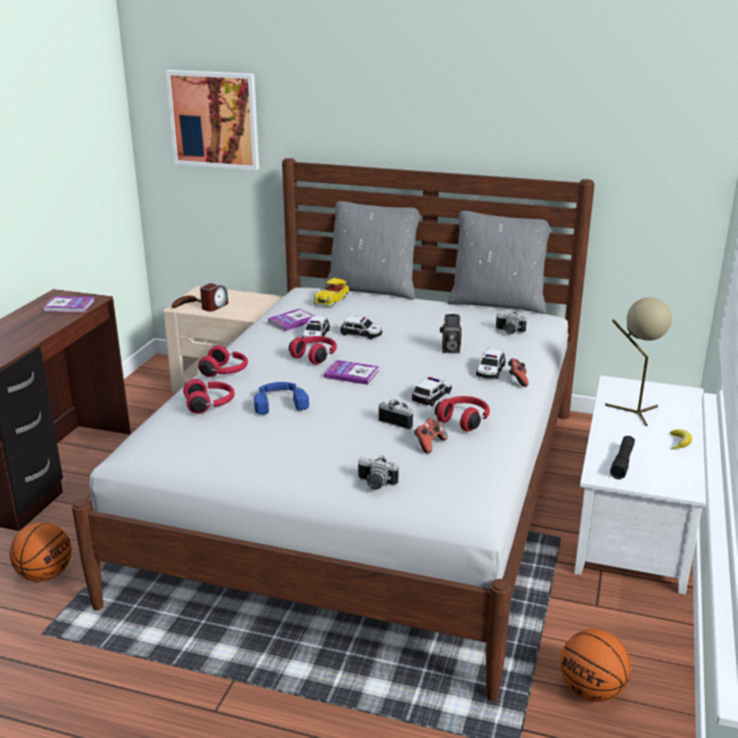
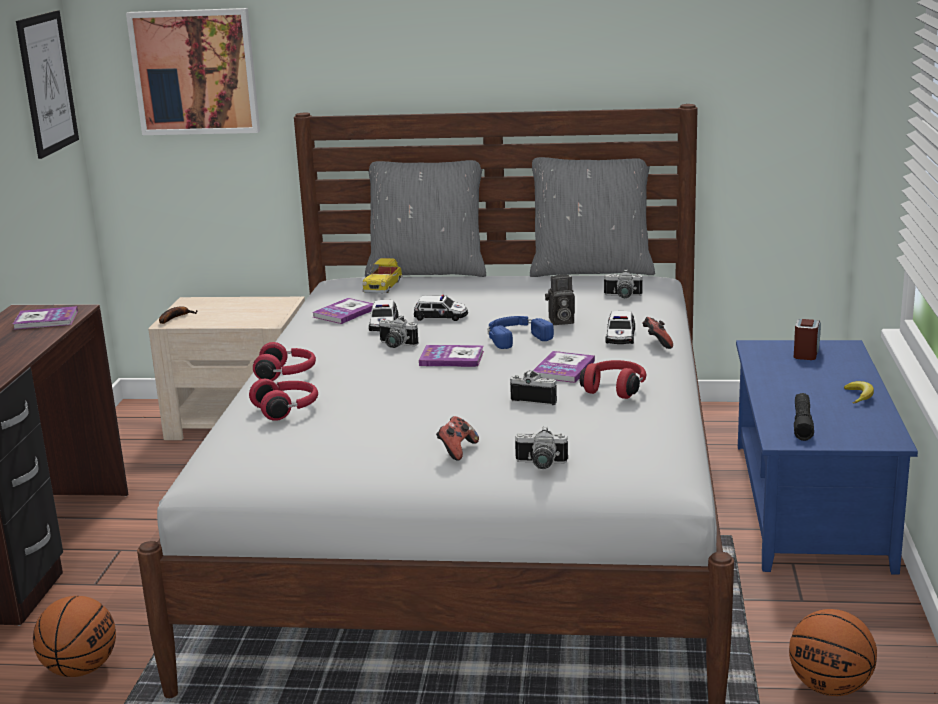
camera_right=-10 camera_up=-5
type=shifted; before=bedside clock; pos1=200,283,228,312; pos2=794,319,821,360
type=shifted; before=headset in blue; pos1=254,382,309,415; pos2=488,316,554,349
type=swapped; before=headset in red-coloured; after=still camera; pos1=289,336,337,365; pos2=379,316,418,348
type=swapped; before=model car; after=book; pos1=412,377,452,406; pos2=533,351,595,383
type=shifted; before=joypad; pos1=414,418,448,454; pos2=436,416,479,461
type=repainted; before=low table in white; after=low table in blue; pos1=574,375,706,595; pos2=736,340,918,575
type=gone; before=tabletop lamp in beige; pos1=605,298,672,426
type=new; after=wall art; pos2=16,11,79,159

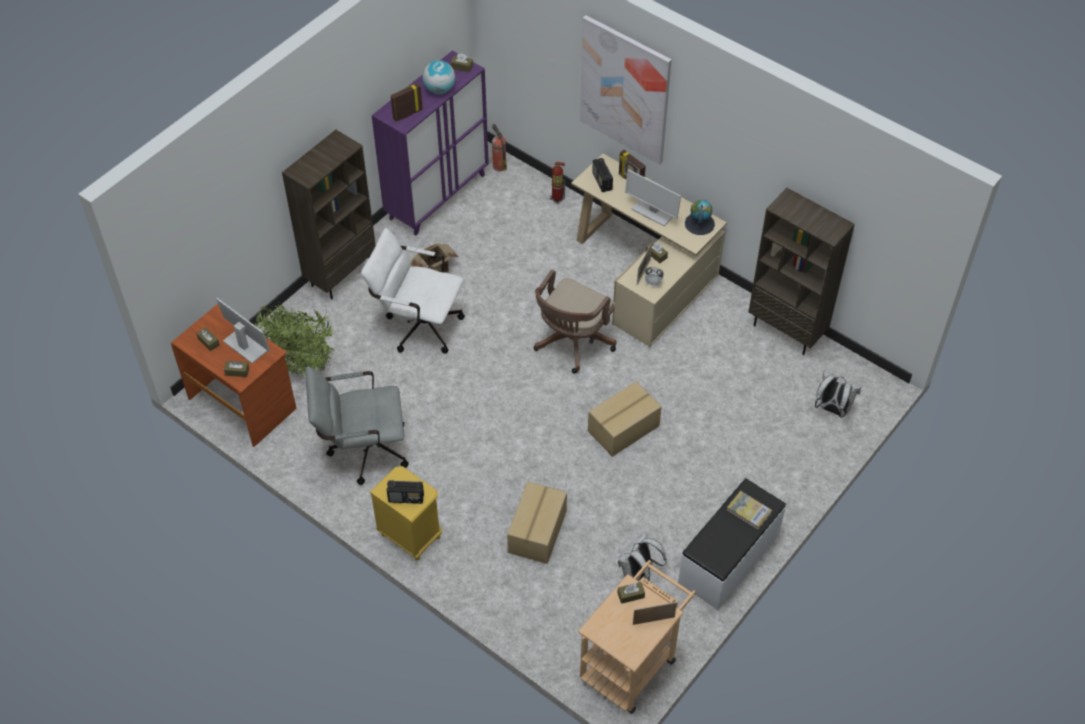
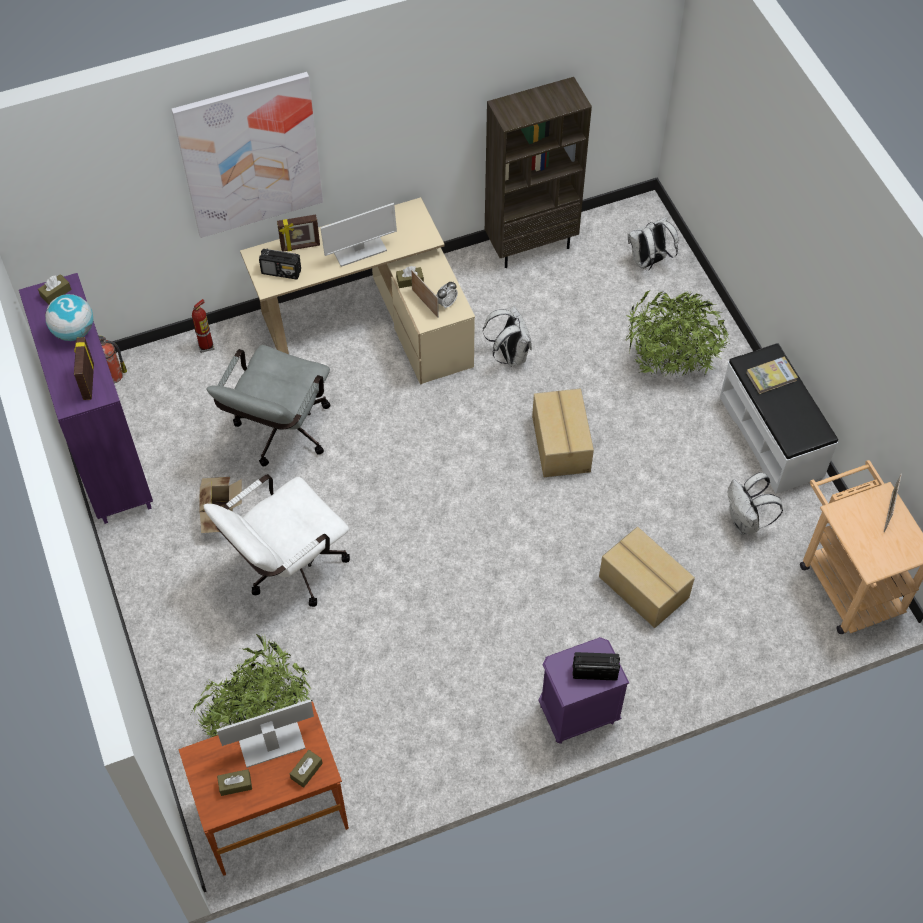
camera_right=-60 camera_up=5
type=gone; before=shelving unit in brownish; pos1=282,130,376,300
type=shifted; before=computer chair in greyish; pos1=306,366,409,485; pos2=206,345,331,466
type=repainted; before=night table in yellowish; after=night table in purple; pos1=370,466,442,560; pos2=538,637,629,744
type=rotated; before=radio set; pos1=387,480,424,504; pos2=573,652,620,680; turn=-120
type=gone; before=computer chair in brownish; pos1=534,270,616,374
type=gone; before=box of tissues in brownish; pos1=617,582,645,604
type=gone; before=globe; pos1=685,200,715,235
type=new; after=rucksack in white; pos2=483,306,532,367
type=new; after=houseplant; pos2=625,289,730,377

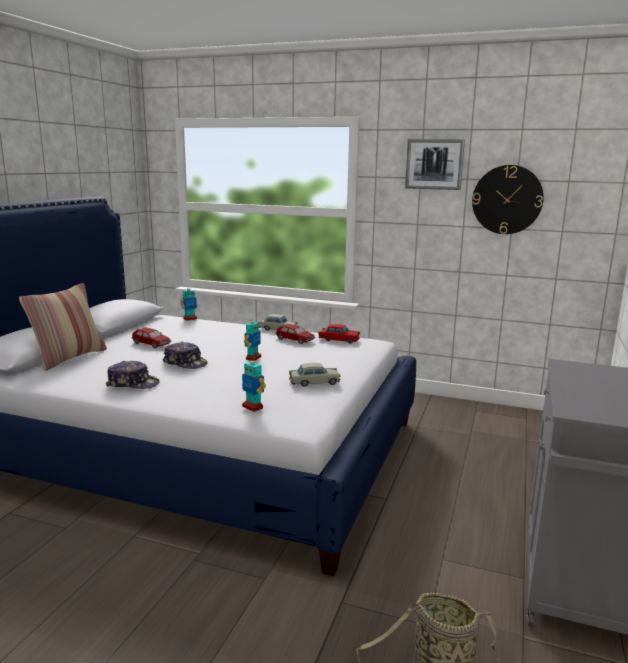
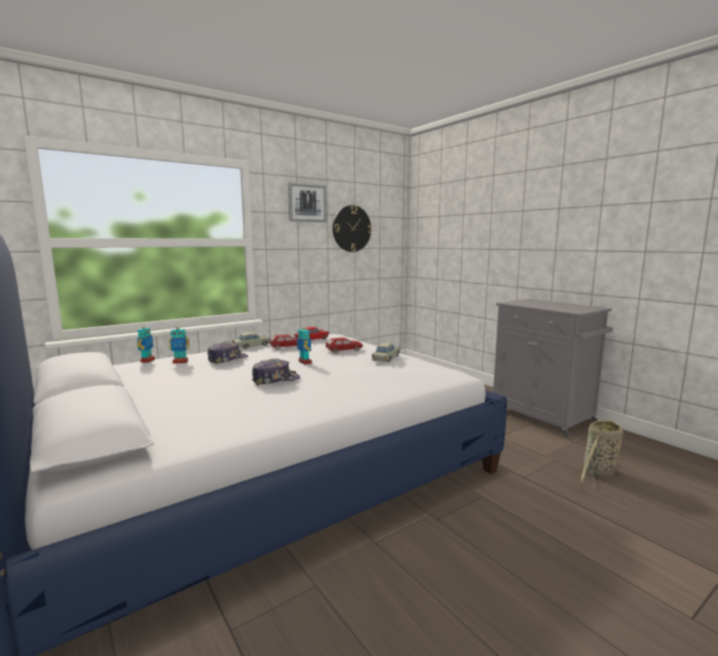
camera_right=-55 camera_up=-5
type=gone; before=pillow; pos1=19,283,107,371
type=shifted; before=baseball cap; pos1=106,361,160,389; pos2=208,342,248,364
type=shifted; before=model car; pos1=131,327,172,348; pos2=325,337,363,353
type=shifted; before=robot figure; pos1=242,356,266,412; pos2=169,323,190,364

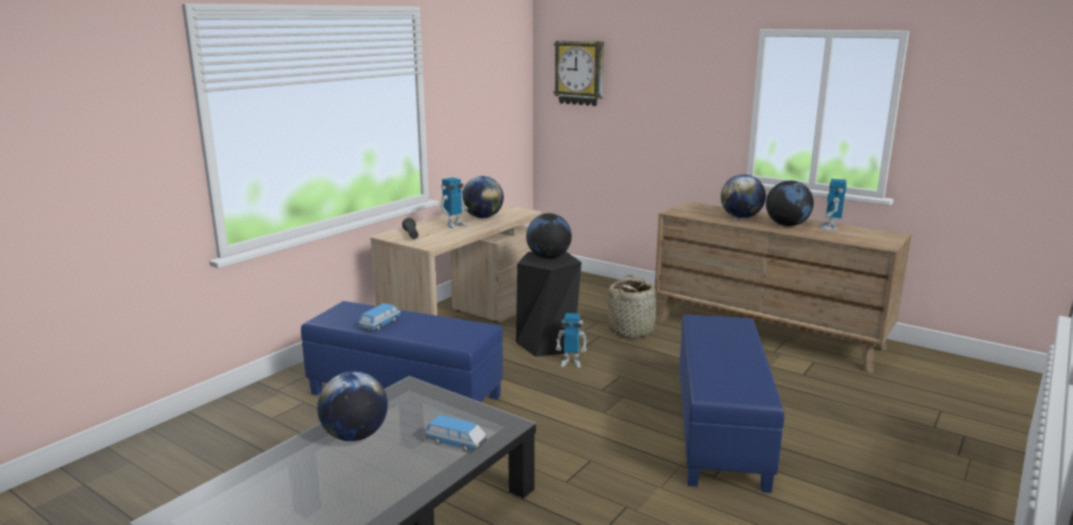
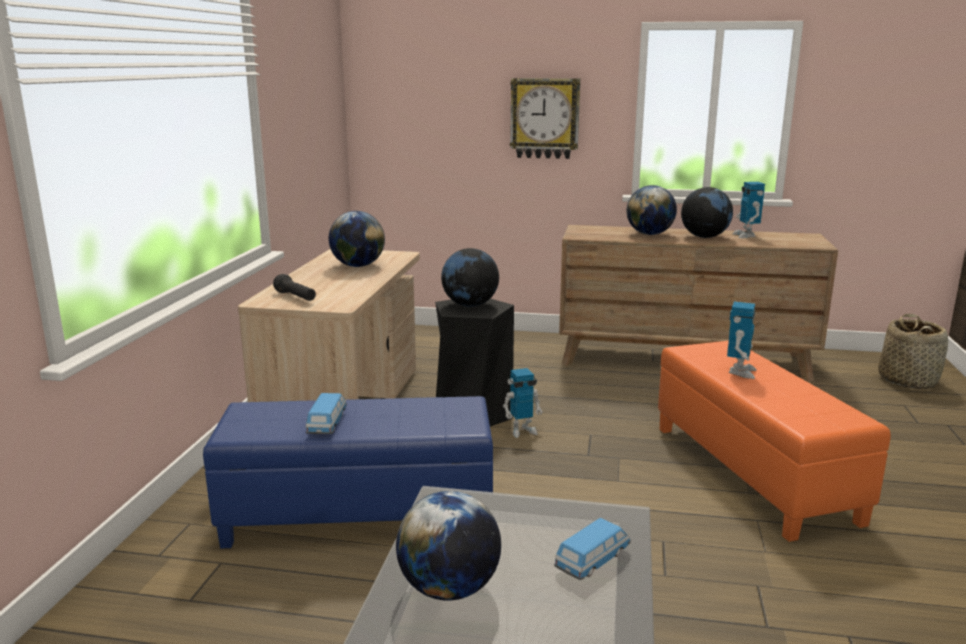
camera_right=-25 camera_up=0
type=rotated; before=model car; pos1=425,415,487,452; pos2=554,518,631,580; turn=-45
type=shifted; before=robot figure; pos1=440,177,468,229; pos2=727,301,757,379
type=shifted; before=wall clock; pos1=553,41,604,106; pos2=510,78,580,159
type=shifted; before=household basket; pos1=608,275,657,339; pos2=878,314,948,389
type=repainted; before=pouffe in blue; after=pouffe in orange-coloured; pos1=679,315,784,493; pos2=658,341,891,542

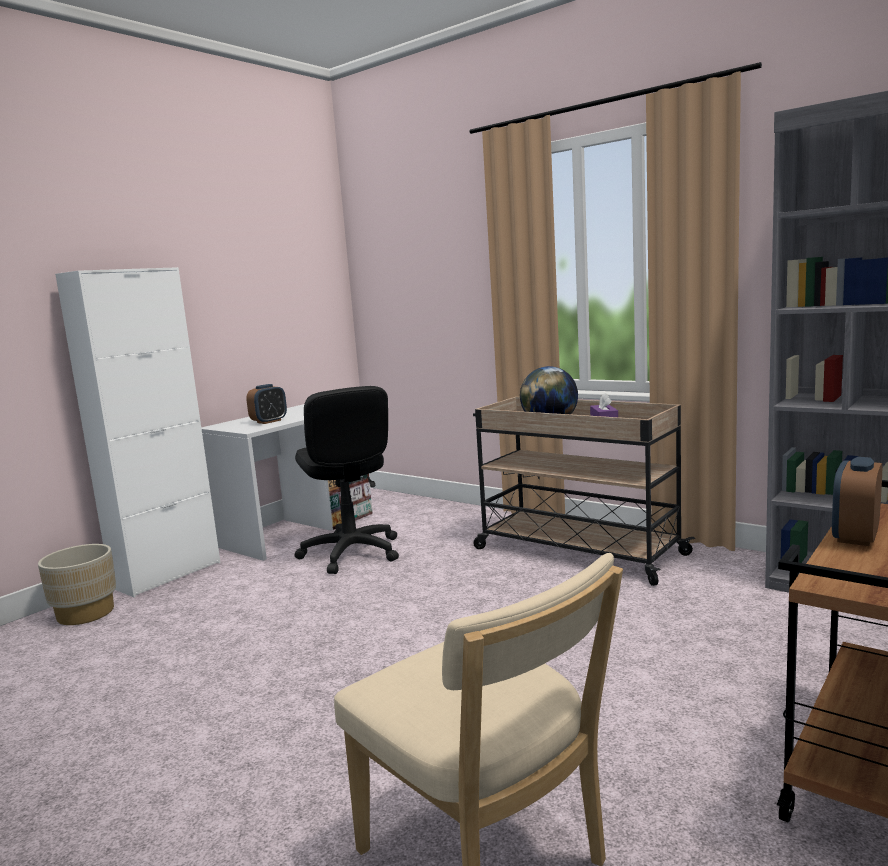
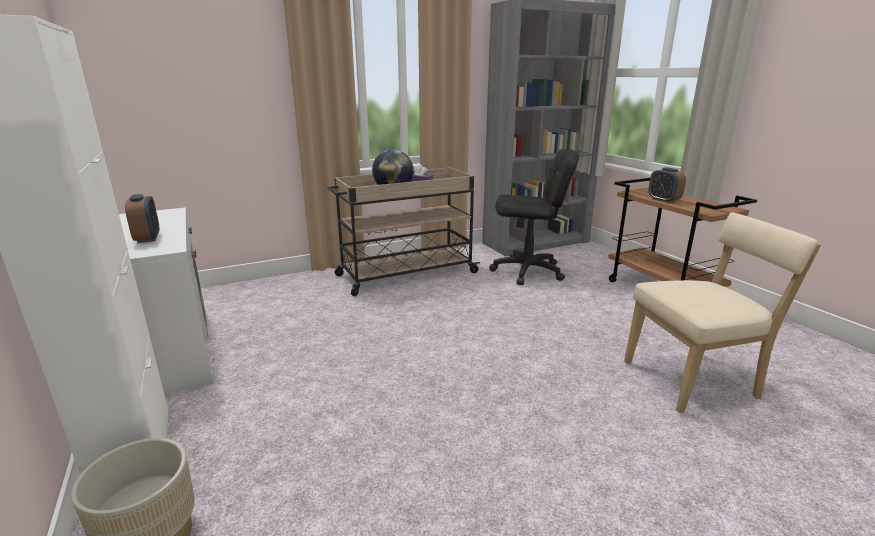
camera_right=-65 camera_up=10
type=shifted; before=computer chair in black-coloured; pos1=295,386,399,574; pos2=489,149,579,285

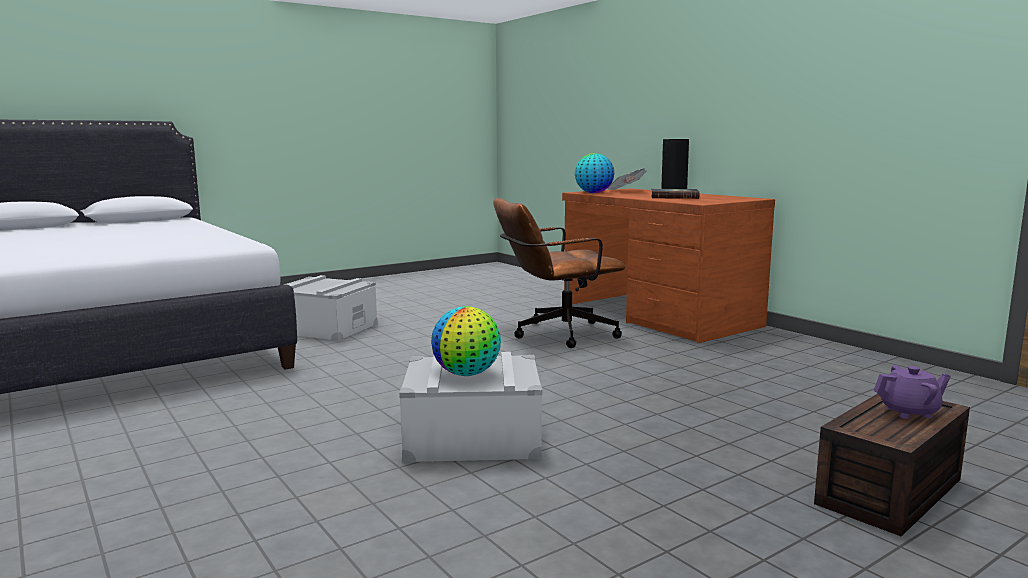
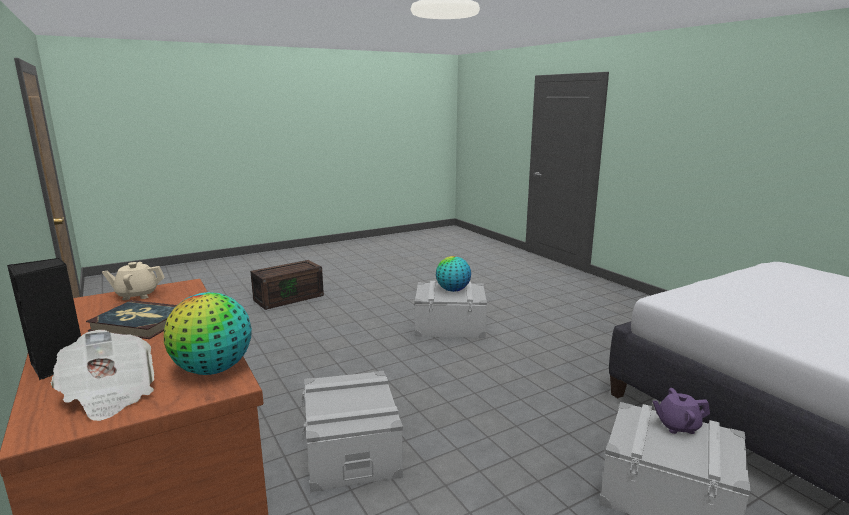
camera_right=-175 camera_up=5
type=swapped; before=computer chair in brownish; after=storage bin in greyish; pos1=493,198,626,348; pos2=302,371,403,493
type=shifted; before=teapot in purple; pos1=874,365,951,419; pos2=653,388,710,434
type=new; after=teapot in beige; pos2=102,262,165,300

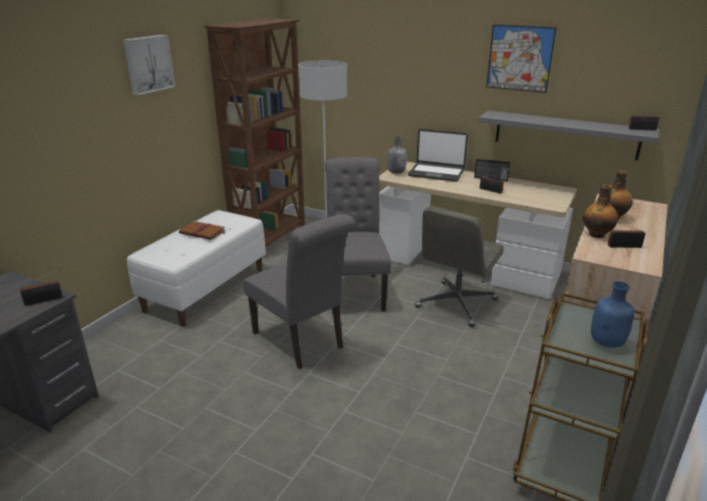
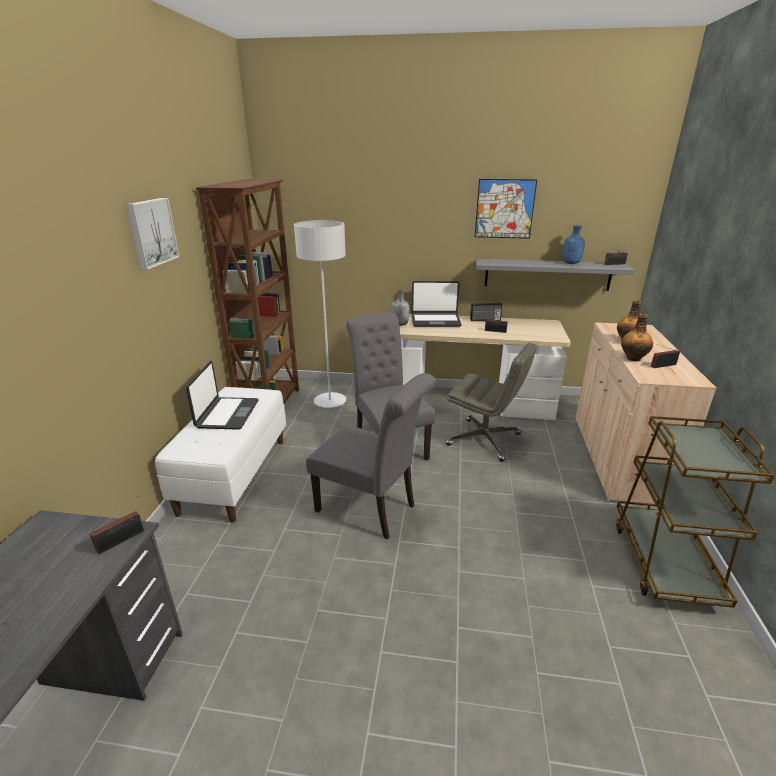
camera_right=-20 camera_up=0
type=swapped; before=book in brownish; after=portable computer; pos1=179,221,226,240; pos2=186,361,259,430
type=rotated; before=computer chair in greyish; pos1=415,206,504,327; pos2=446,343,537,462; turn=-75
type=shifted; before=beverage bottle in blue; pos1=591,281,634,348; pos2=562,225,585,264

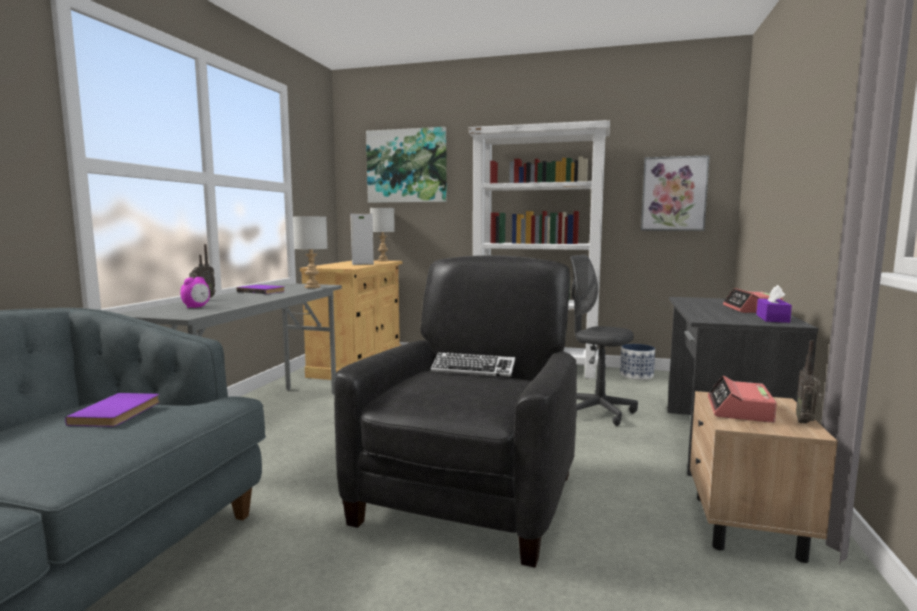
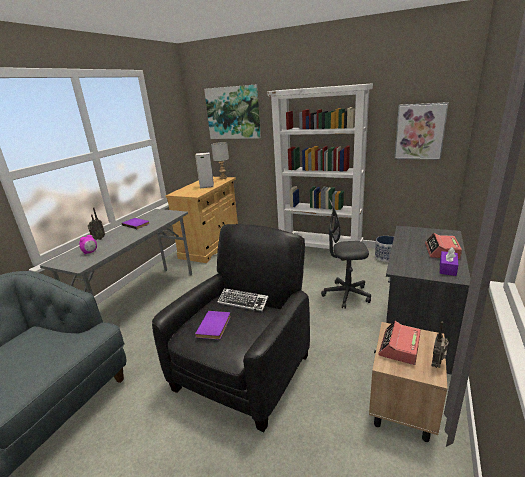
camera_right=10 camera_up=15
type=shifted; before=book in purple; pos1=65,393,160,427; pos2=195,311,231,340
type=gone; before=tabletop lamp in greyish; pos1=293,216,328,288
type=rotated; before=computer chair in greyish; pos1=570,255,638,426; pos2=321,198,371,309; turn=-45

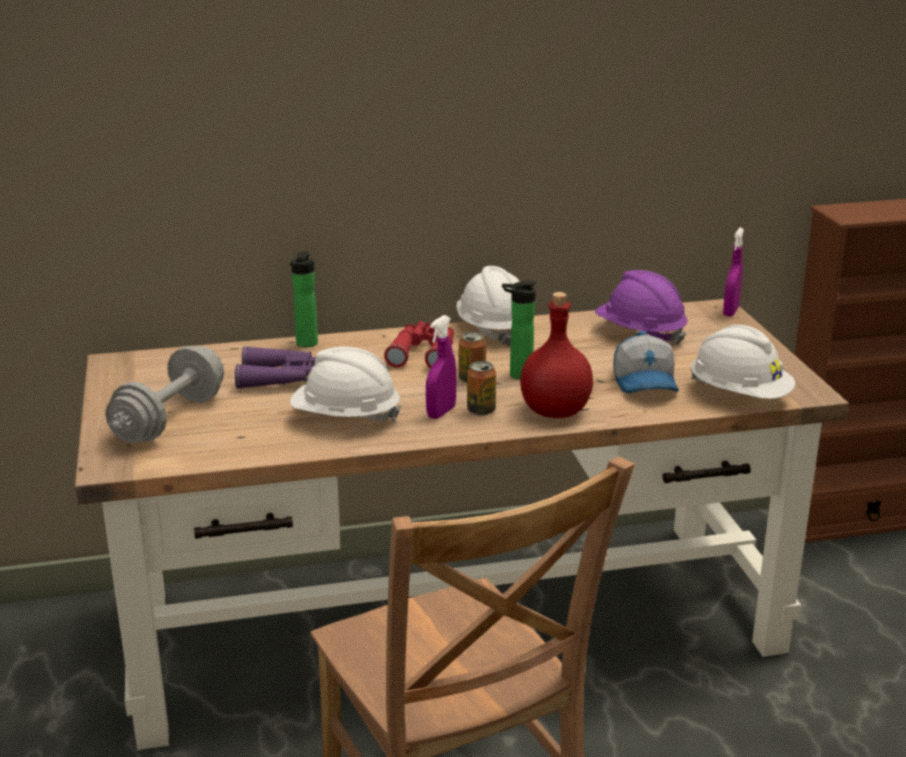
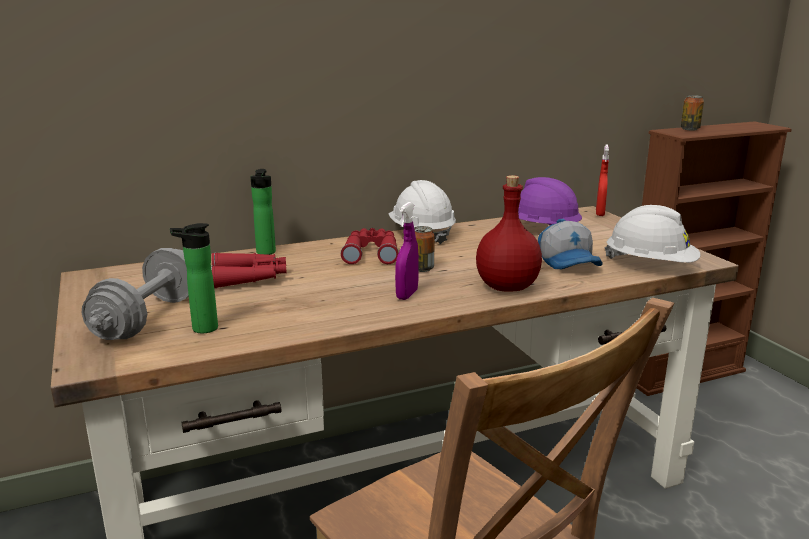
camera_right=-10 camera_up=-5
type=repainted; before=binoculars in purple; after=binoculars in red-coloured; pos1=235,346,316,389; pos2=211,252,287,289
type=gone; before=work helmet in white; pos1=290,346,402,422
type=shifted; before=sealed can; pos1=467,361,496,416; pos2=681,95,704,130
type=shifted; before=beverage bottle; pos1=502,280,536,380; pos2=170,223,218,333
type=repainted; before=spray bottle in purple; after=spray bottle in red-coloured; pos1=723,228,744,317; pos2=596,145,609,216

